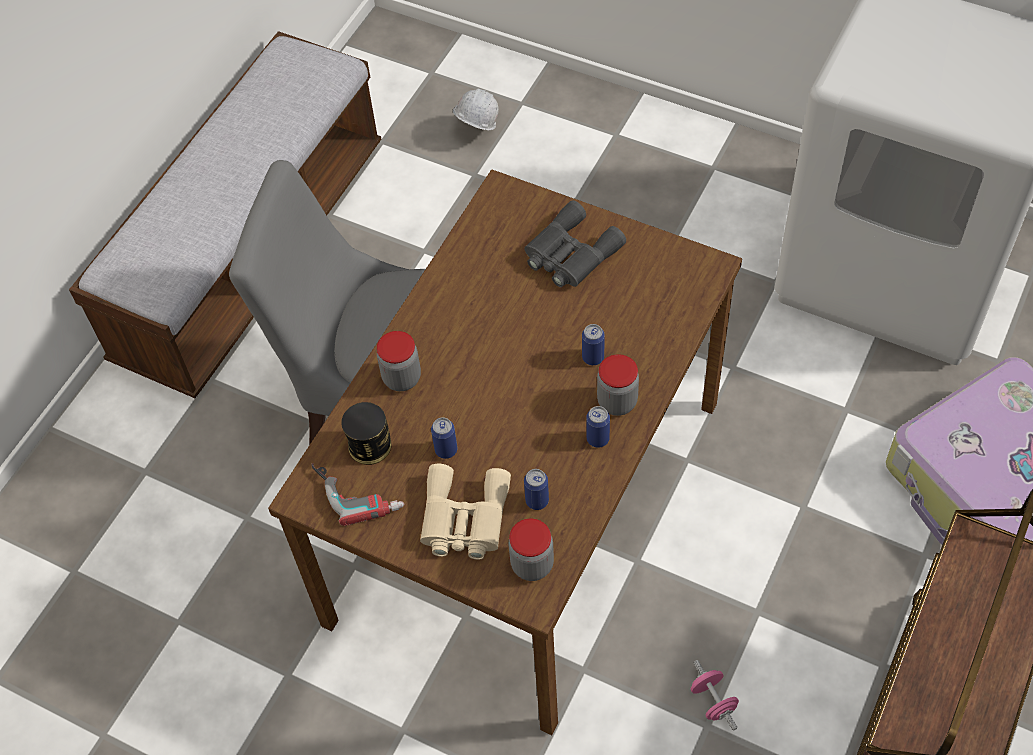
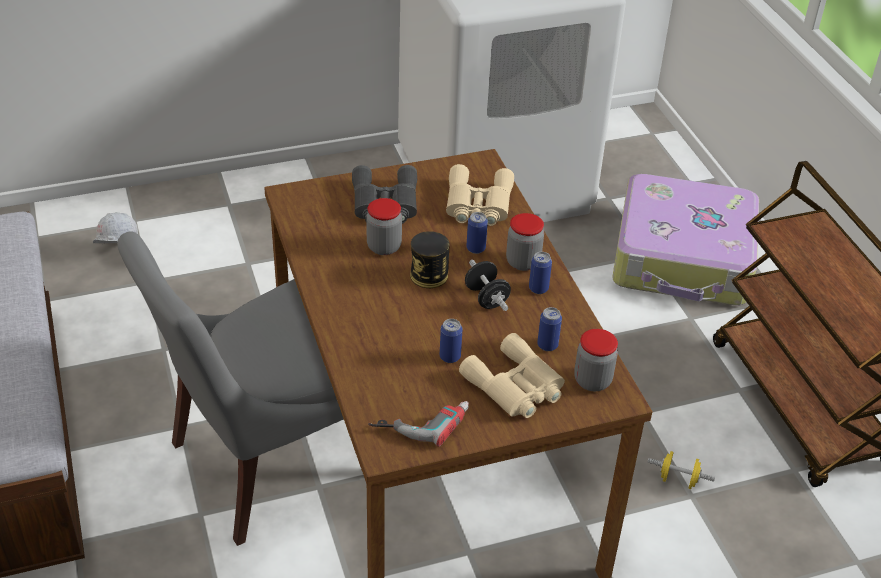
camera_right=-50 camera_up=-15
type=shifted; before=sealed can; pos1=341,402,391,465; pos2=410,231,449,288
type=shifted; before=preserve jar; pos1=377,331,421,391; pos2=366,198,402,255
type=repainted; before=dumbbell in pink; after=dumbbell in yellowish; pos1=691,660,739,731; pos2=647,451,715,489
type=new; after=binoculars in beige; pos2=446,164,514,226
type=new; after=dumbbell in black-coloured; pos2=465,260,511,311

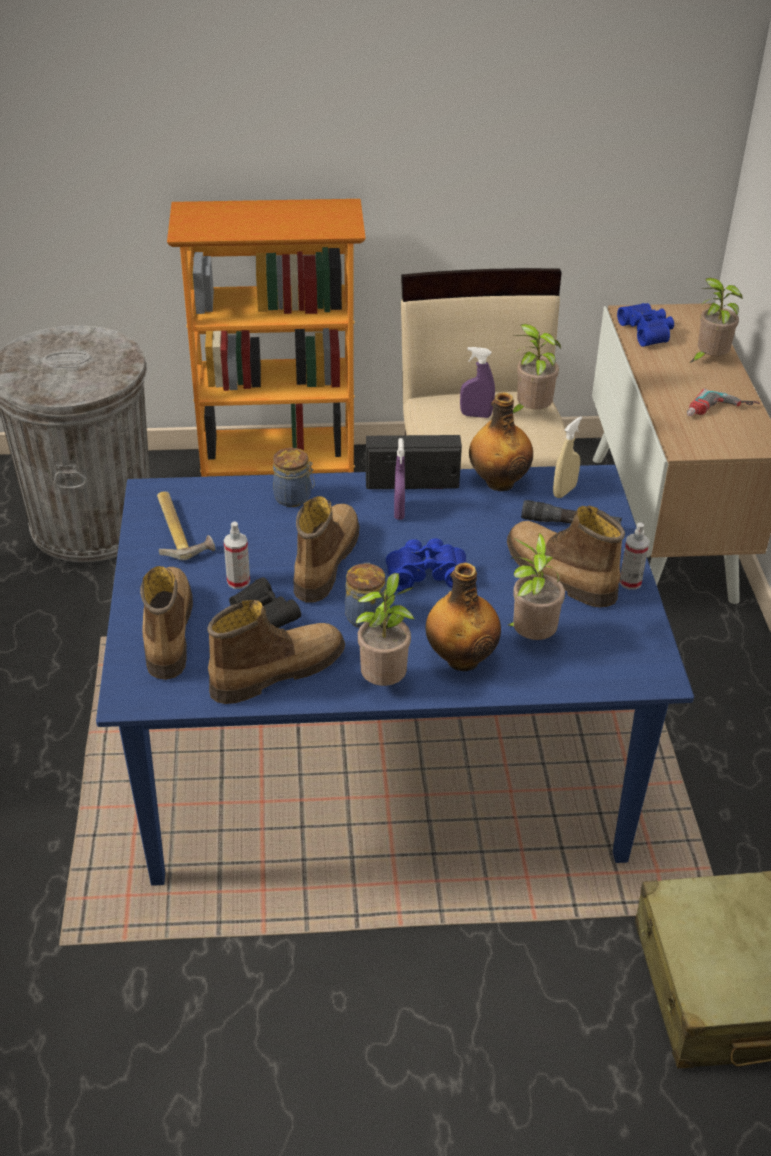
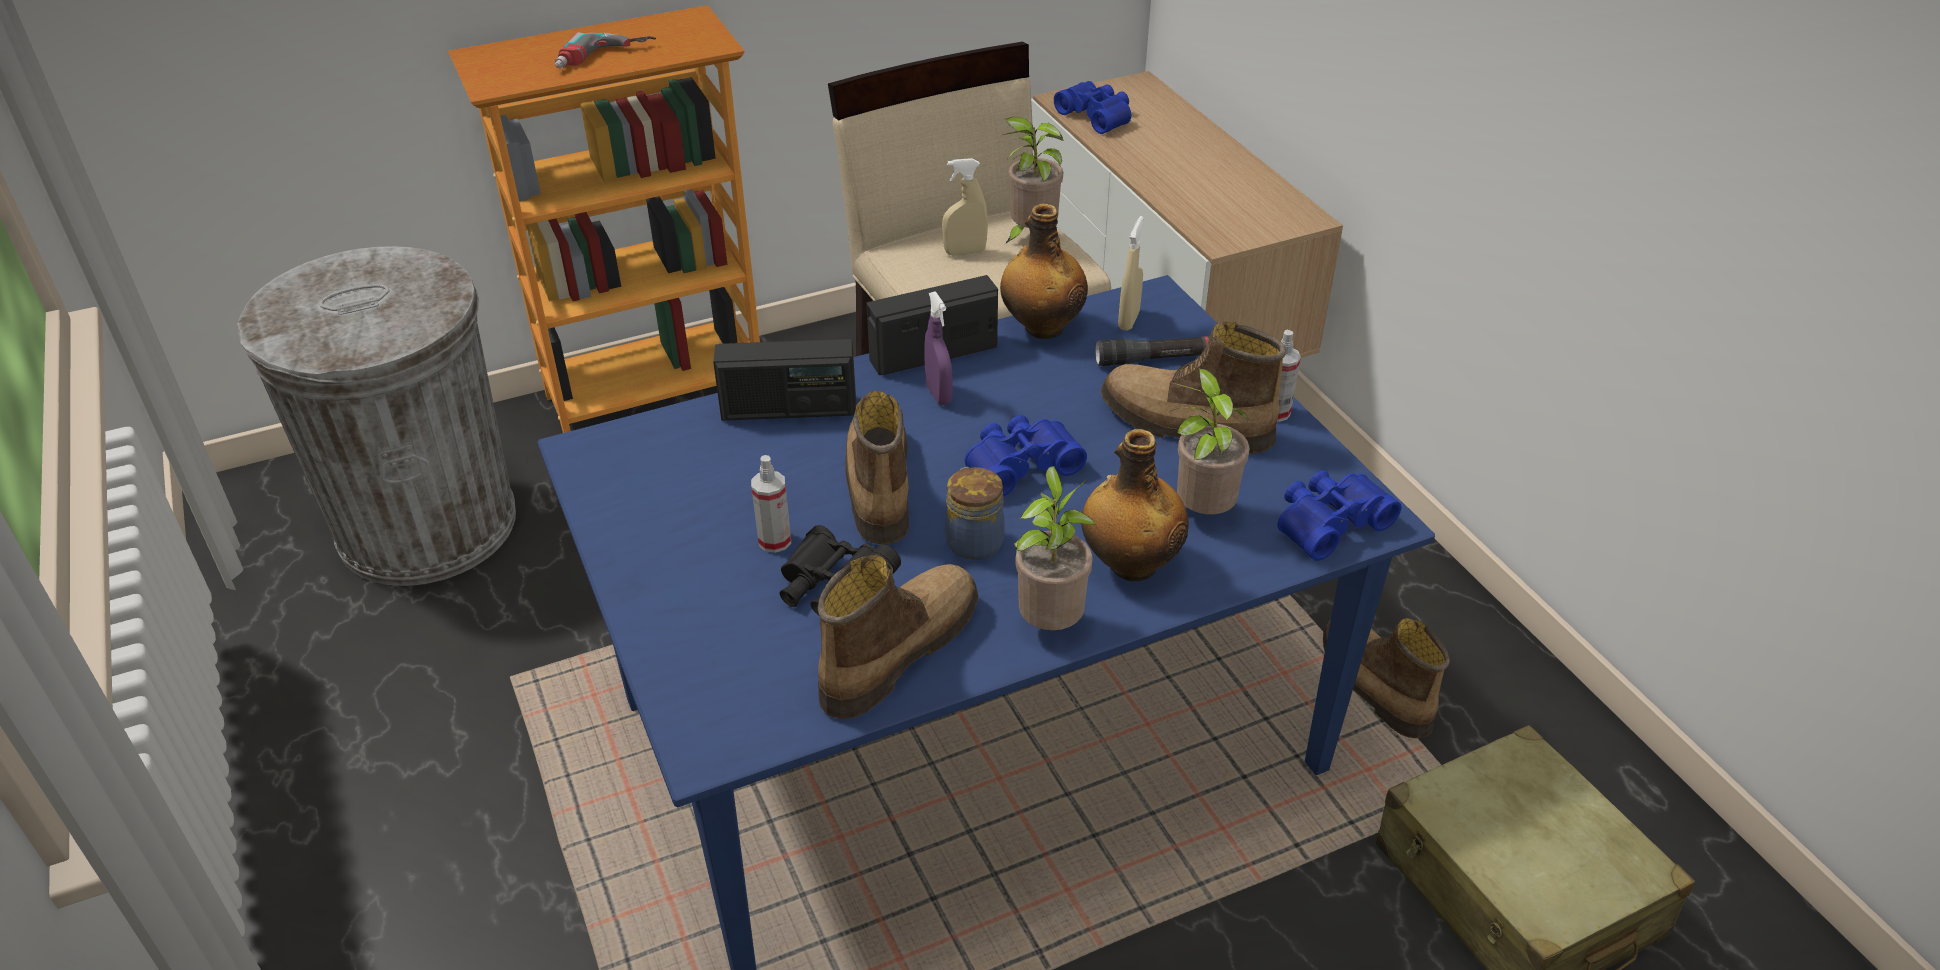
camera_right=-20 camera_up=0
type=shifted; before=boot; pos1=140,566,193,680; pos2=1323,618,1450,738
type=gone; before=hand hammer; pos1=157,491,215,560
type=swapped; before=preserve jar; after=radio set; pos1=273,448,315,507; pos2=713,339,856,421
type=repainted; before=spray bottle in purple; after=spray bottle in beige; pos1=460,347,495,418; pos2=942,158,988,256
type=shifted; before=electric drill; pos1=687,388,760,416; pos2=555,32,656,68
type=gone; before=houseplant; pos1=690,278,743,363
type=new; after=binoculars in blue; pos2=1277,470,1401,561

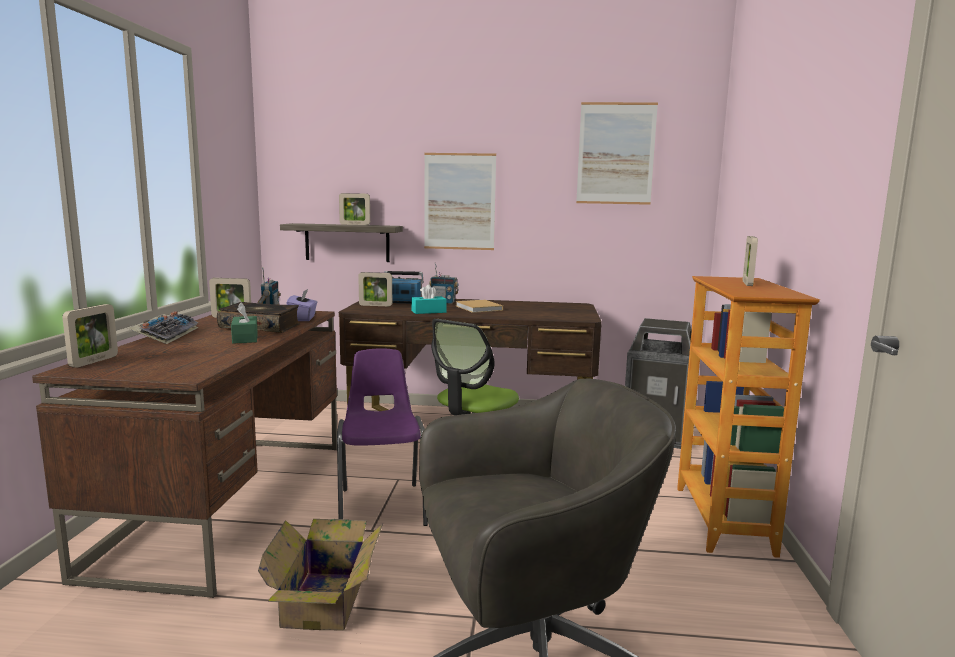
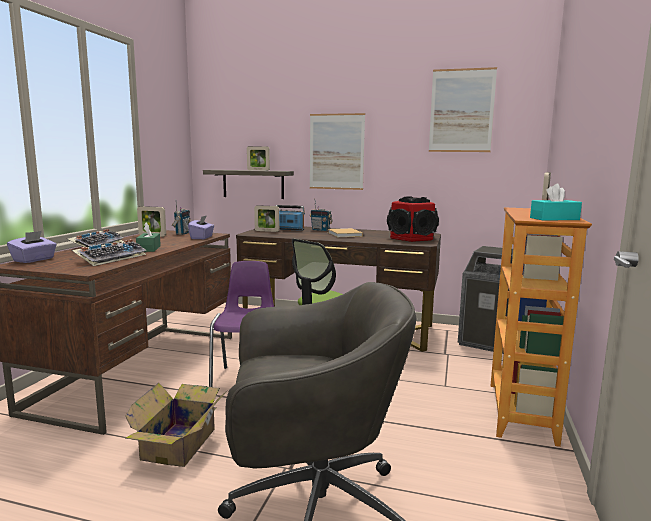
camera_right=10 camera_up=0
type=swapped; before=standing frame; after=box of tissues in purple; pos1=62,304,118,368; pos2=7,231,57,263
type=gone; before=book; pos1=217,302,300,333
type=shifted; before=box of tissues in turquoise; pos1=411,285,447,314; pos2=530,183,582,220
type=new; after=computer keyboard; pos2=72,239,147,266
type=new; after=audio speaker; pos2=387,197,439,242

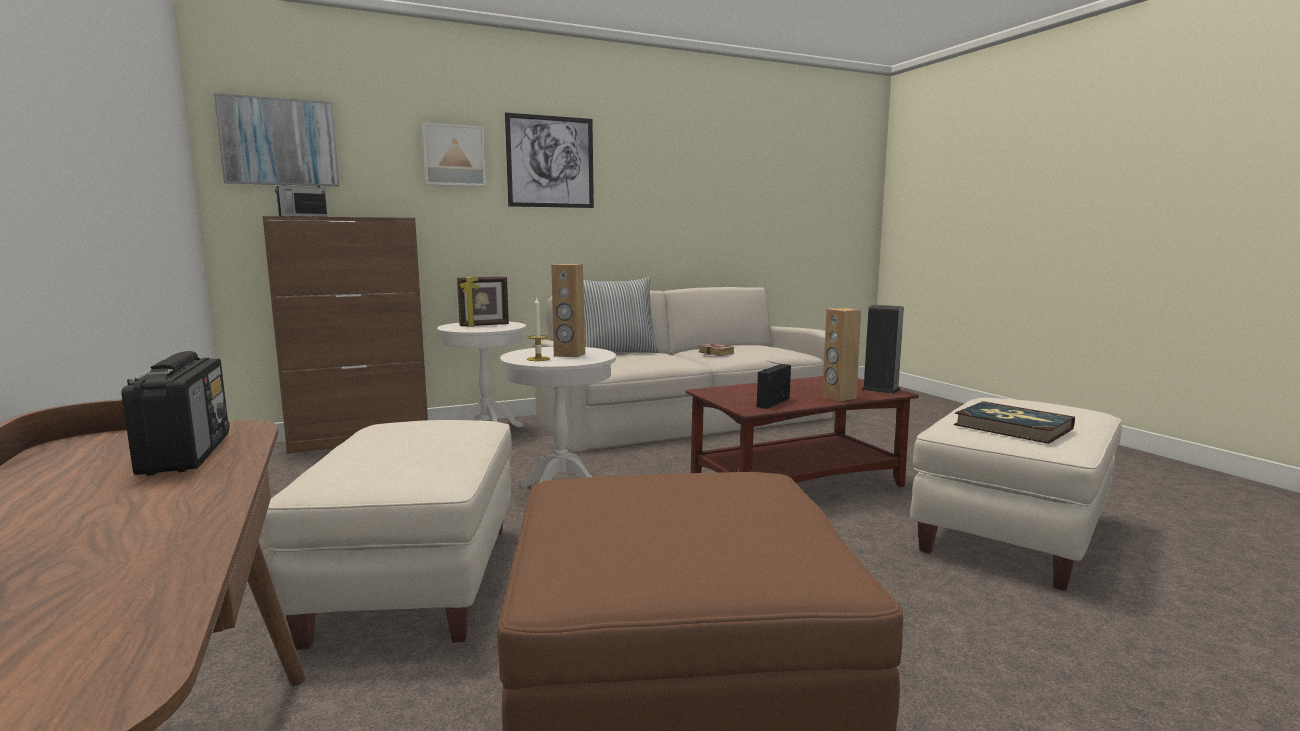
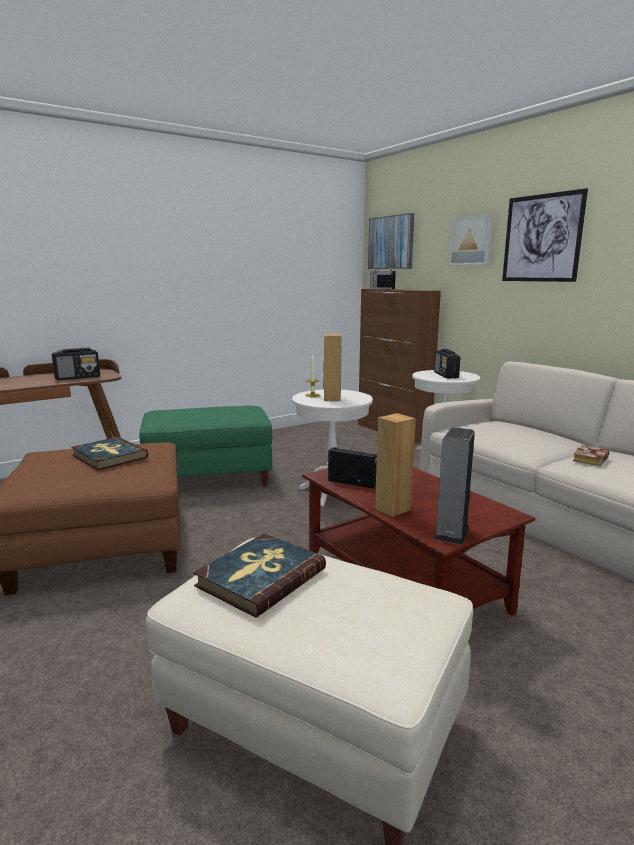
camera_right=80 camera_up=5
type=repainted; before=pouffe in beige; after=pouffe in green; pos1=263,420,512,650; pos2=139,406,272,486
type=swapped; before=standing frame; after=radio set; pos1=457,276,509,327; pos2=434,349,461,379
type=gone; before=pillow; pos1=583,277,659,353
type=new; after=book; pos2=71,437,148,470

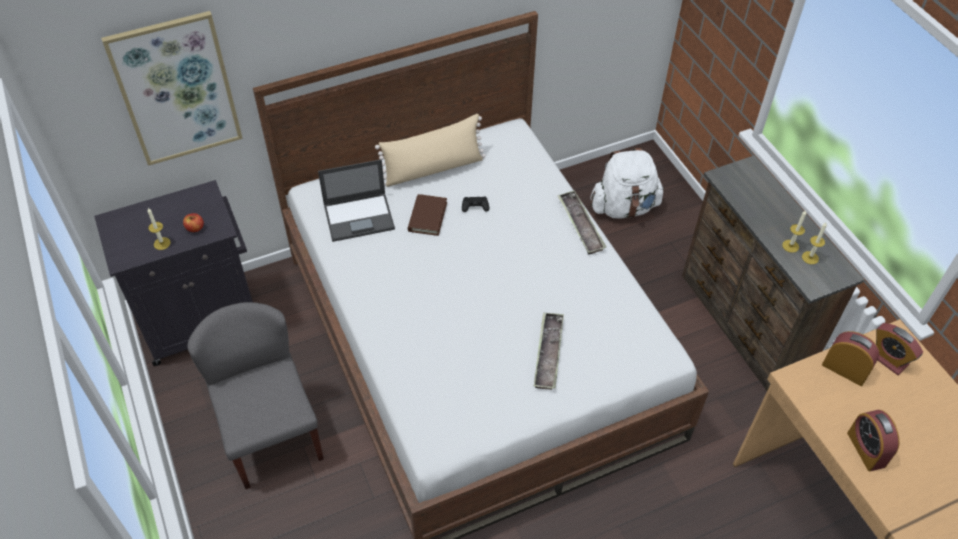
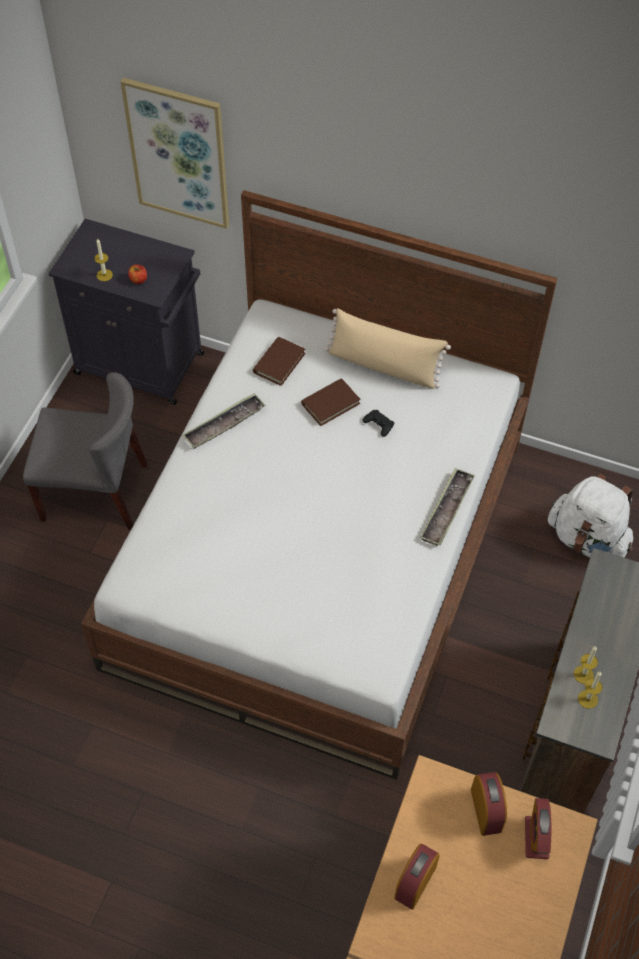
camera_right=45 camera_up=5
type=rotated; before=chair in greyish; pos1=187,302,324,489; pos2=23,372,147,530; turn=75
type=swapped; before=portable computer; after=book in brownish; pos1=318,159,395,242; pos2=253,337,306,386
type=shifted; before=serving tray; pos1=534,312,564,390; pos2=182,393,266,449

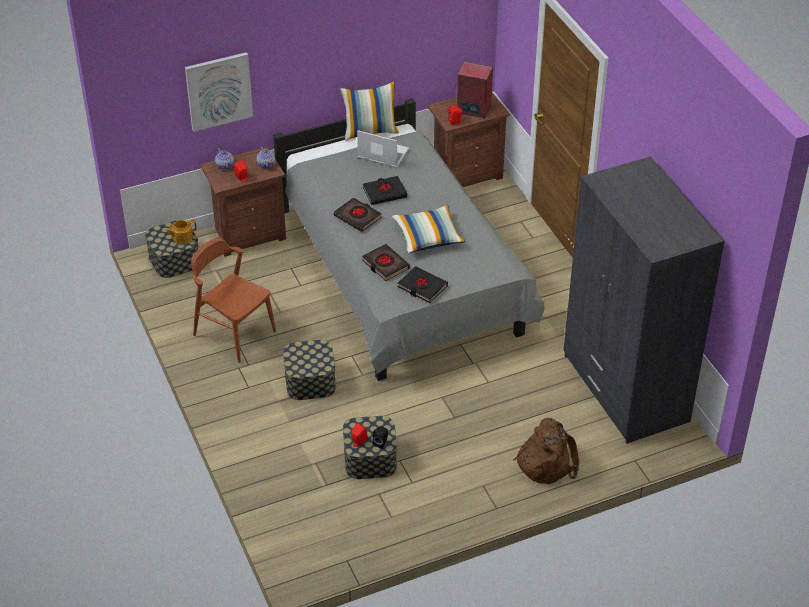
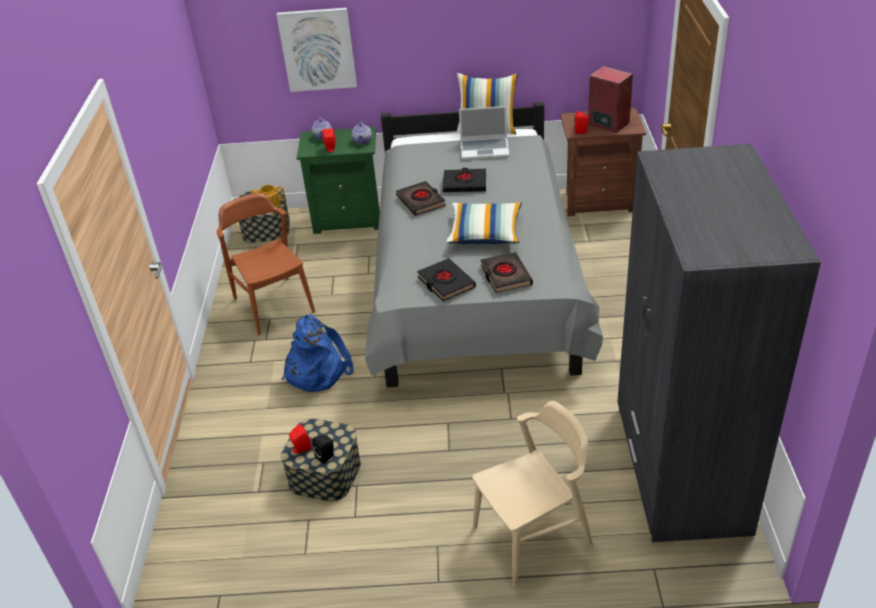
camera_right=25 camera_up=-5
type=repainted; before=night table in brownish; after=night table in green; pos1=200,147,286,257; pos2=297,127,380,234
type=swapped; before=storage bin; after=rucksack in blue; pos1=283,340,336,400; pos2=281,314,354,392
type=rotated; before=portable computer; pos1=357,130,409,168; pos2=459,106,509,160; turn=135
type=shifted; before=book in black-coloured; pos1=362,244,410,281; pos2=480,252,533,293
type=swapped; before=rucksack in brownish; after=chair in beige; pos1=513,417,579,484; pos2=472,401,593,587

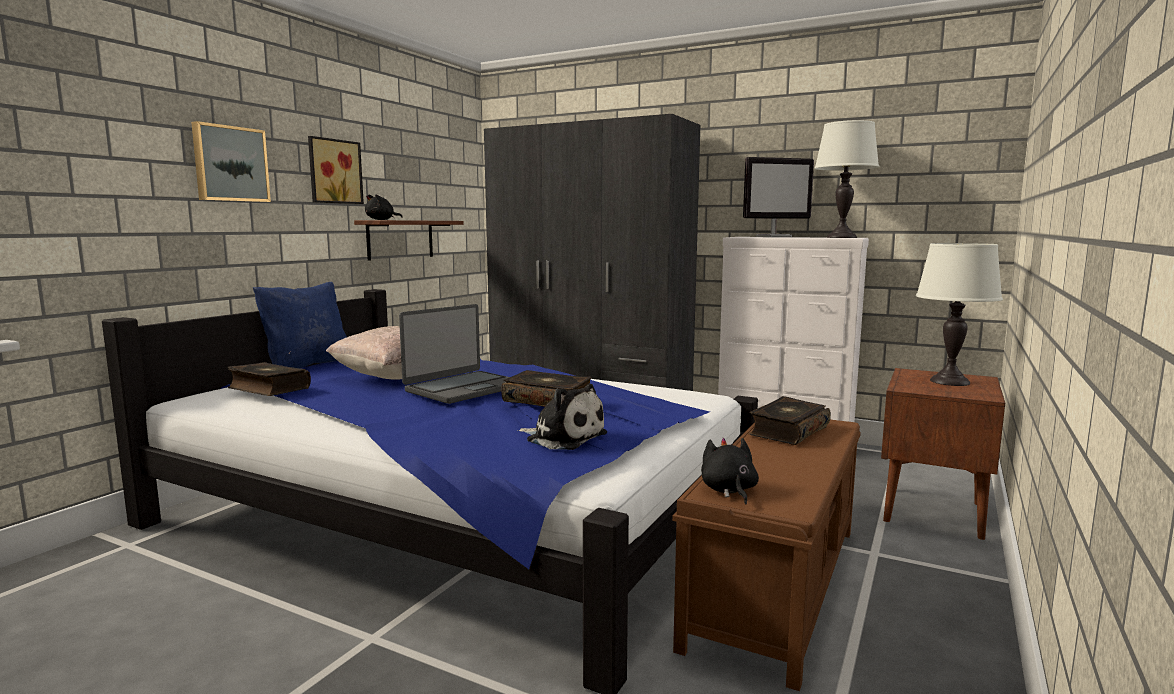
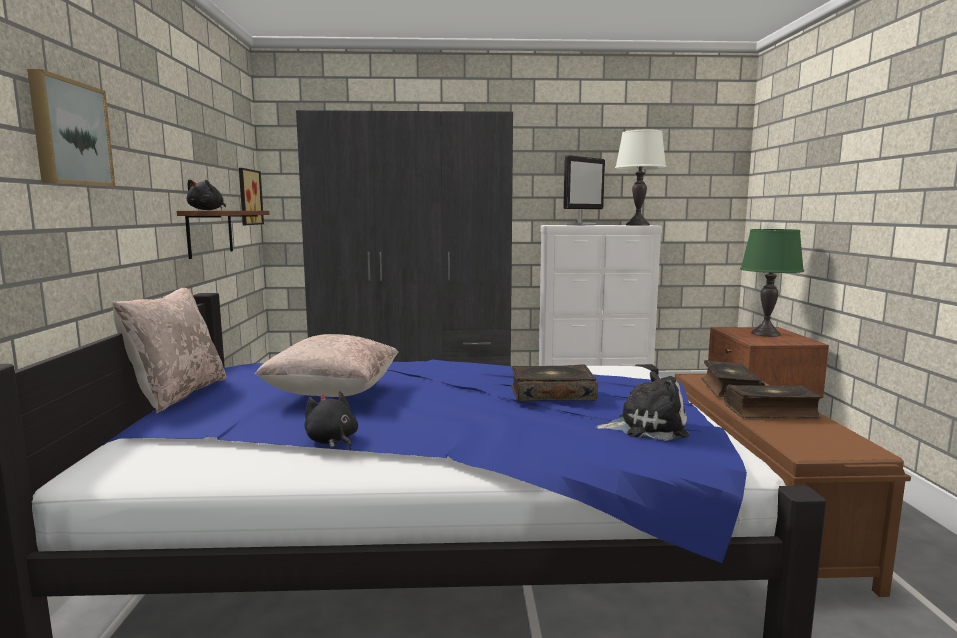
camera_right=-30 camera_up=0
type=shifted; before=book; pos1=228,362,311,396; pos2=724,385,823,418
type=repainted; before=pillow in blue; after=pillow in beige; pos1=253,282,347,368; pos2=112,288,227,413
type=shifted; before=wall art; pos1=308,136,364,204; pos2=239,168,264,225
type=gone; before=portable computer; pos1=399,304,509,404
type=shifted; before=plush toy in black-coloured; pos1=701,438,759,505; pos2=304,391,358,450
type=repainted; before=tabletop lamp in white; after=tabletop lamp in green; pos1=916,243,1003,386; pos2=740,229,804,337

